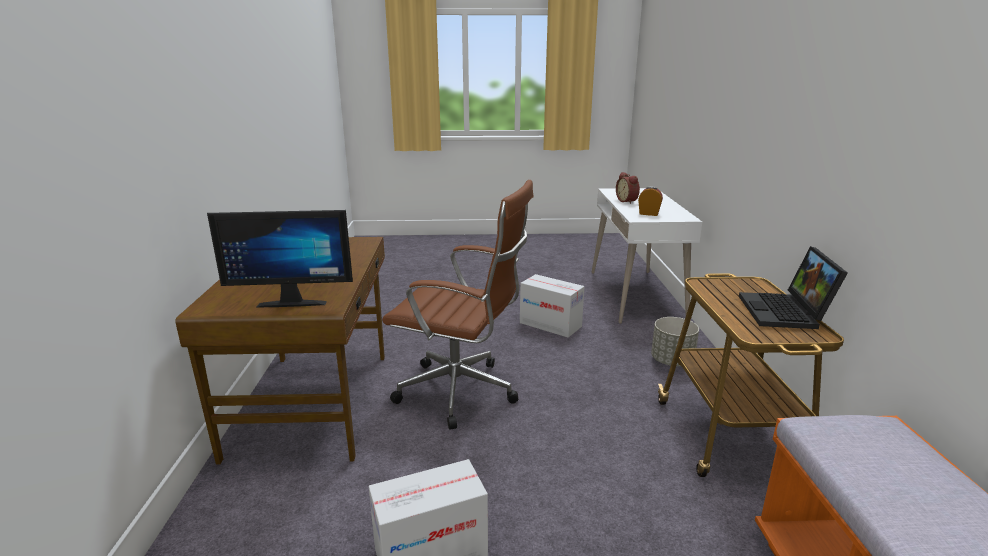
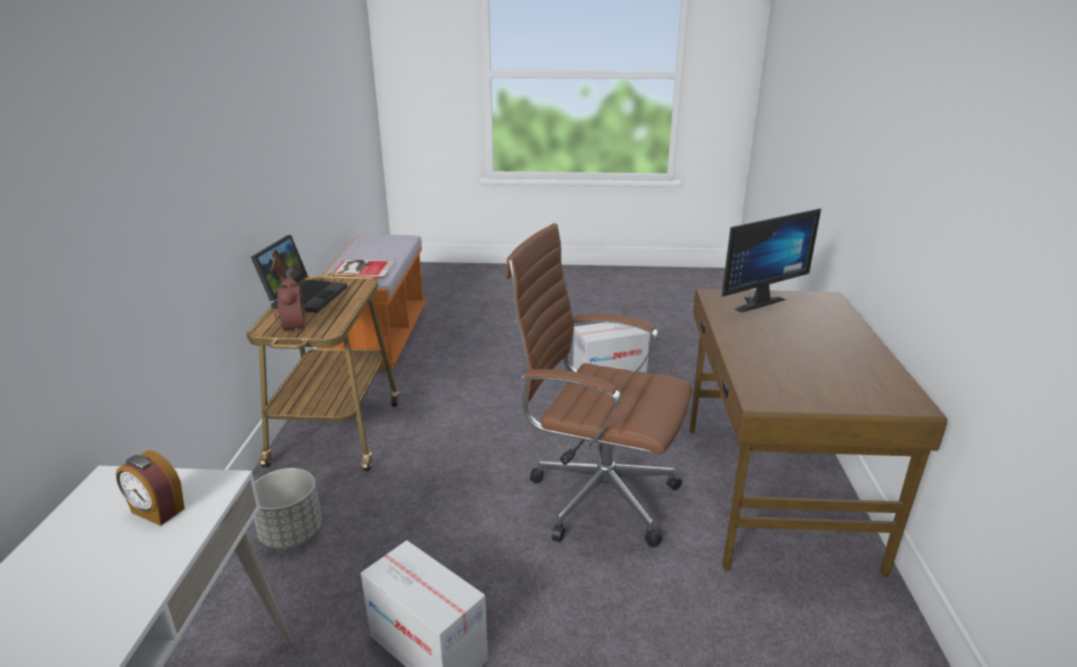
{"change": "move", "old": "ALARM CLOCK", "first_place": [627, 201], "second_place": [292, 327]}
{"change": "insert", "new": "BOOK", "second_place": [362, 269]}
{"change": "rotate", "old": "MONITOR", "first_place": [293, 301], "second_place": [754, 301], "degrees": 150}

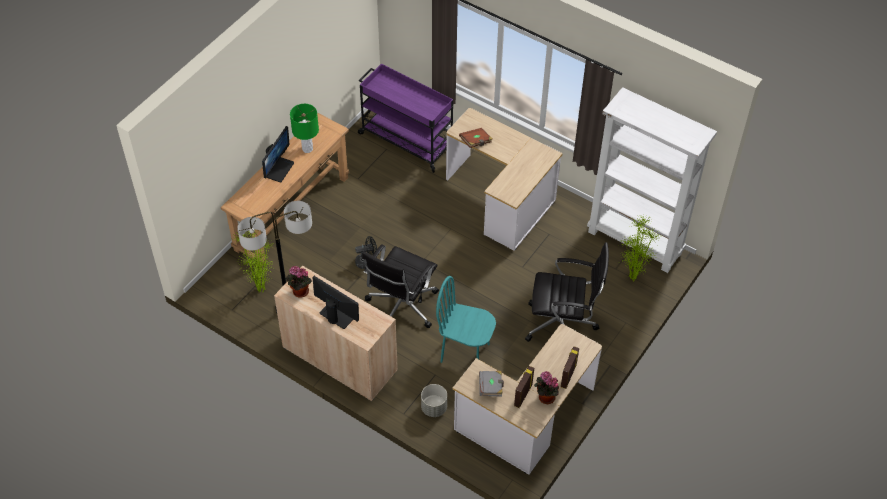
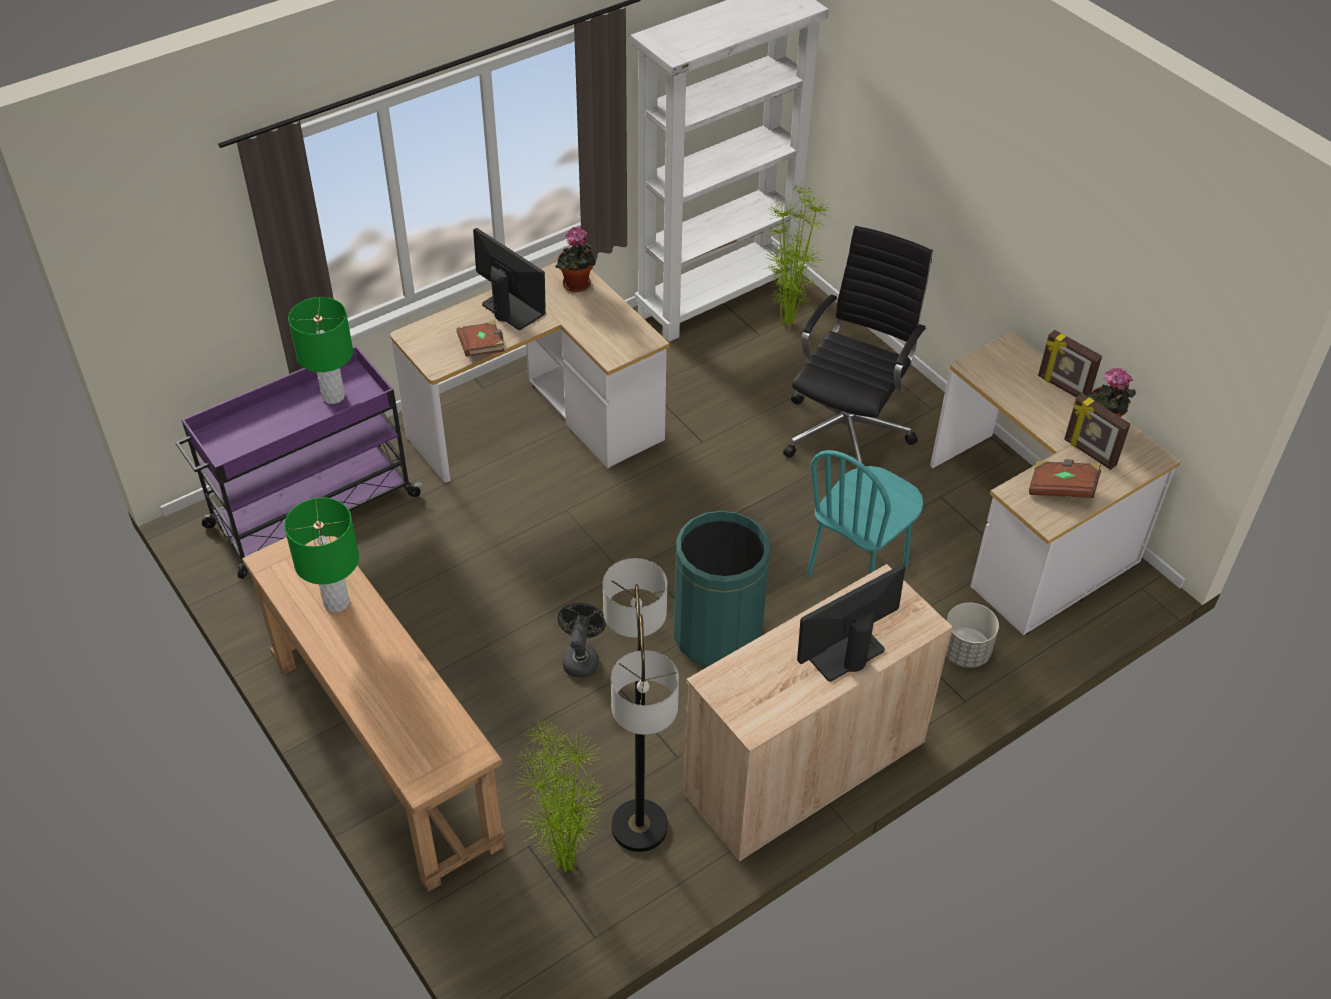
{"change": "insert", "new": "GREEN TABLE LAMP", "second_place": [333, 396]}
{"change": "move", "old": "MONITOR", "first_place": [278, 169], "second_place": [512, 309]}
{"change": "move", "old": "POTTED PLANT", "first_place": [299, 292], "second_place": [577, 286]}
{"change": "replace", "old": "BLACK OFFICE CHAIR", "new": "GREEN TRASH CAN", "first_place": [401, 307], "second_place": [717, 635]}
{"change": "recolor", "old": "GREY BOOK", "new": "BROWN BOOK", "first_place": [491, 387], "second_place": [1062, 488]}

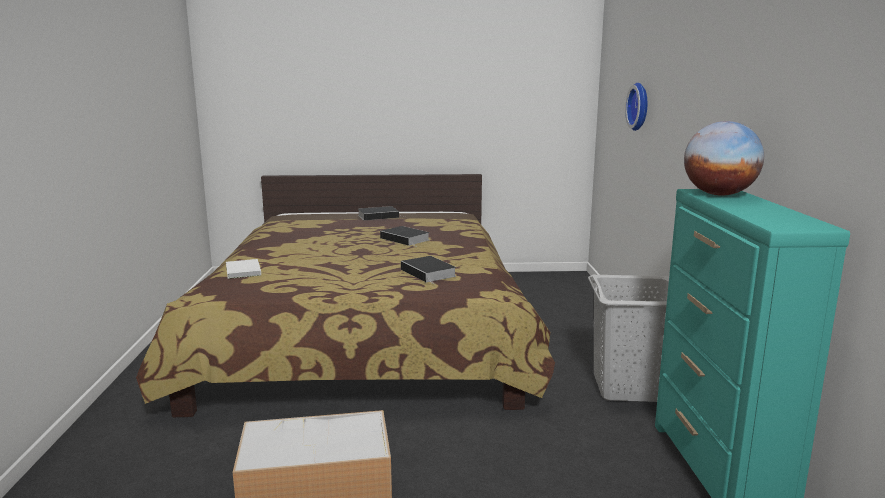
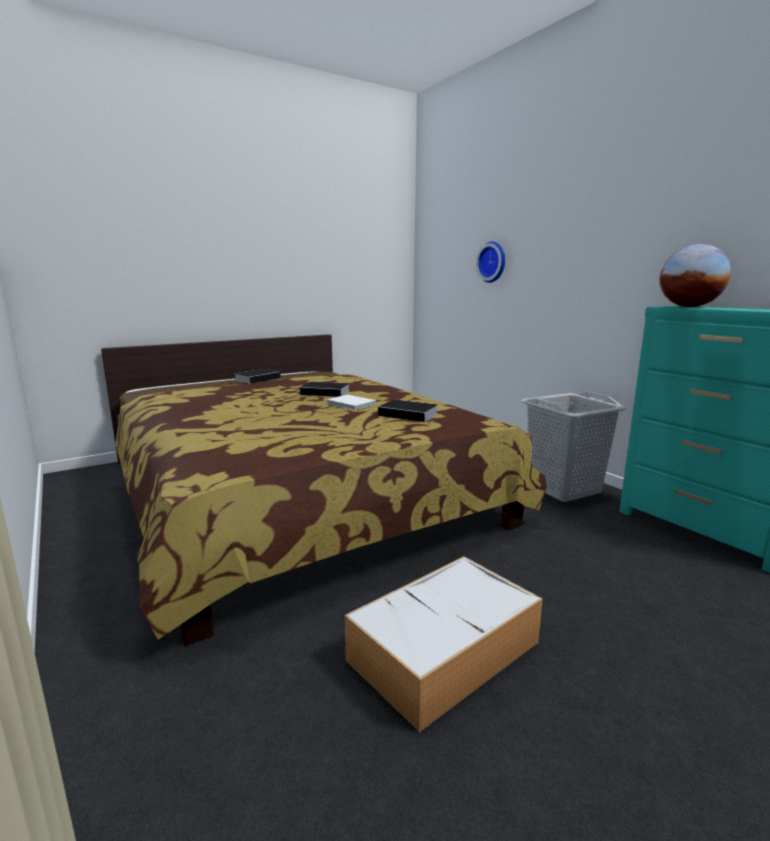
{"change": "move", "old": "WHITE BOOK", "first_place": [242, 271], "second_place": [351, 405]}

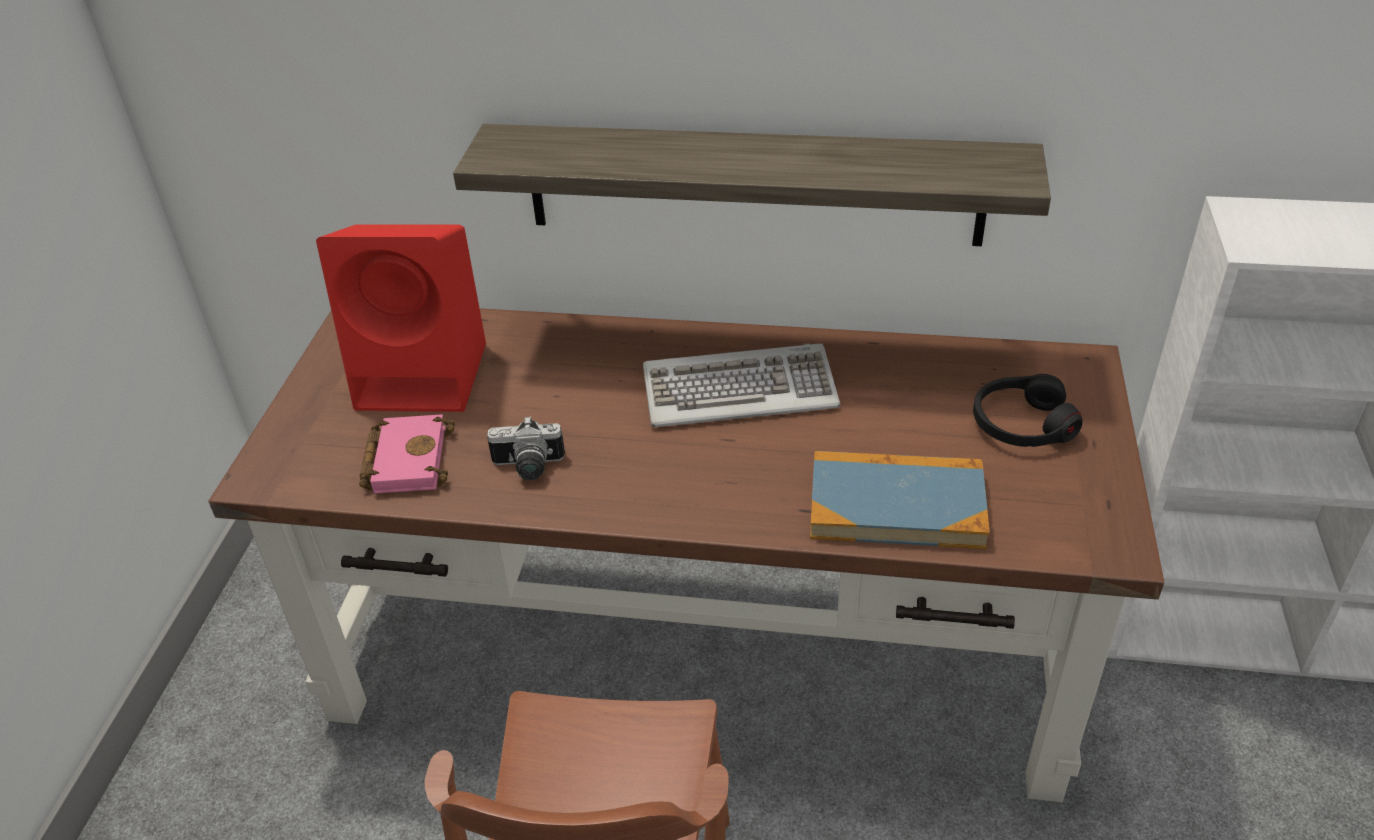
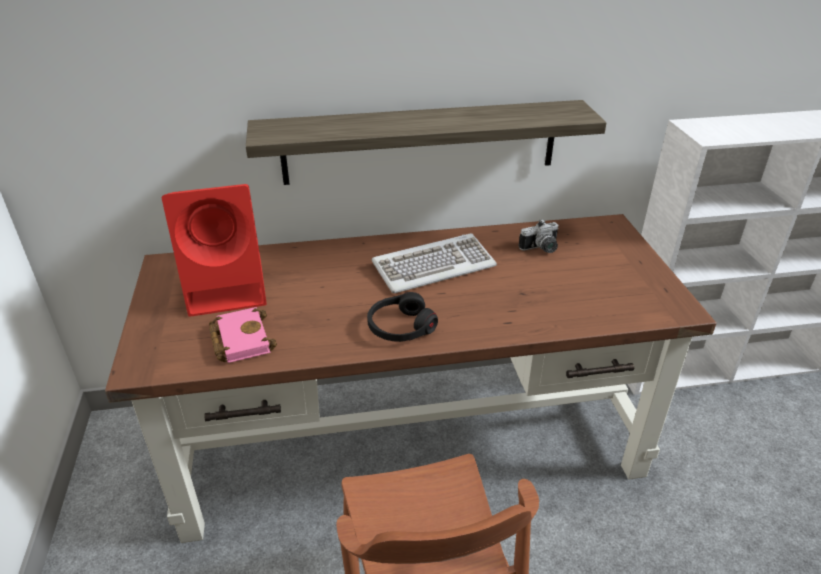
{"change": "move", "old": "BLACK HEADPHONES", "first_place": [1021, 424], "second_place": [400, 327]}
{"change": "move", "old": "PHOTO CAMERA", "first_place": [527, 468], "second_place": [541, 249]}
{"change": "delete", "old": "BOOK", "first_place": [896, 505]}

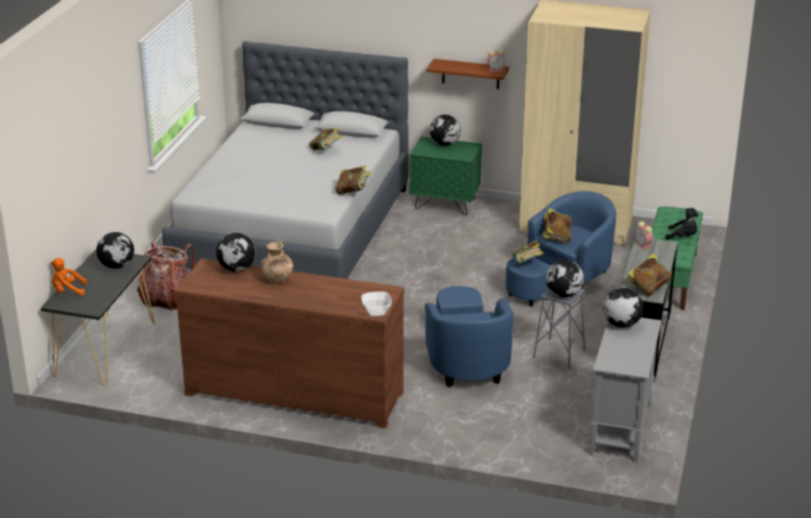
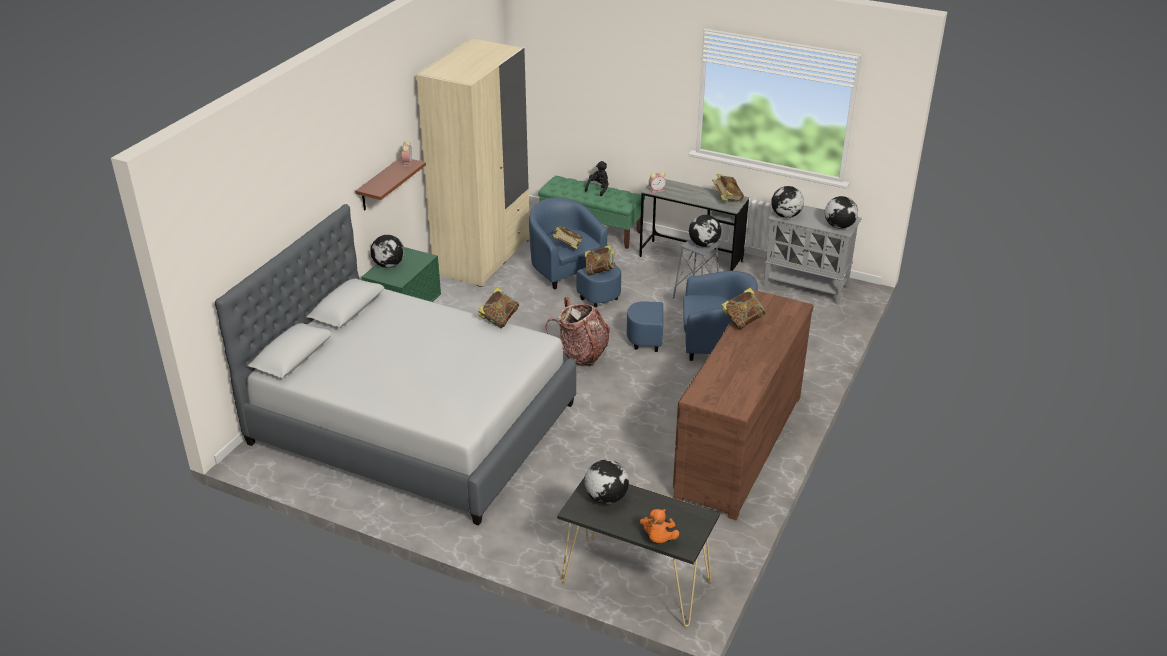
{"change": "move", "old": "BACKPACK", "first_place": [166, 299], "second_place": [581, 354]}
{"change": "move", "old": "BOOK", "first_place": [326, 151], "second_place": [743, 321]}
{"change": "move", "old": "GLOBE", "first_place": [237, 268], "second_place": [839, 226]}
{"change": "delete", "old": "BROWN VASE", "first_place": [277, 279]}
{"change": "delete", "old": "BOWL", "first_place": [376, 312]}

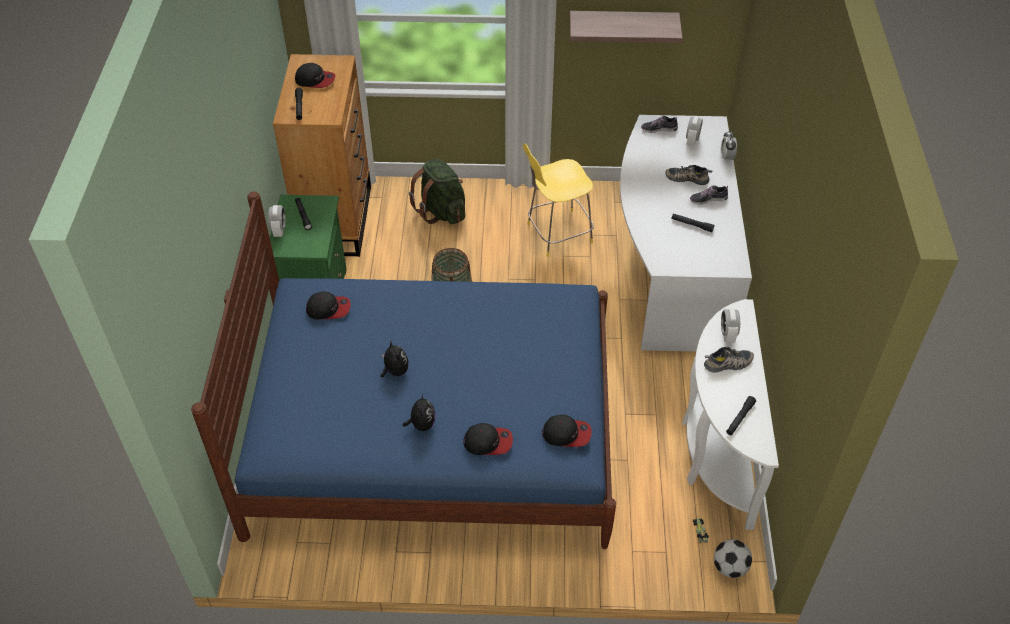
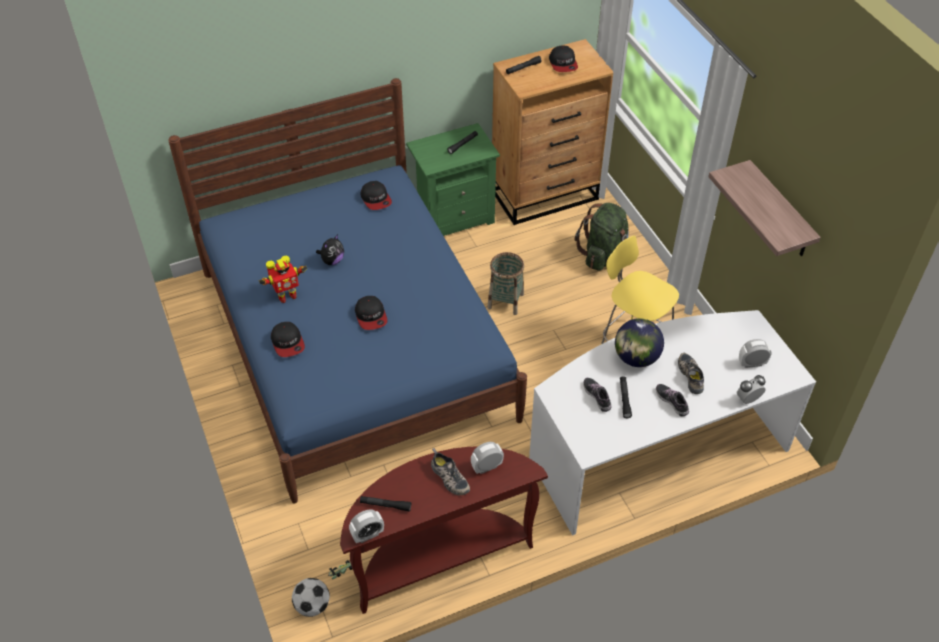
{"change": "replace", "old": "PLUSH TOY", "new": "TOY ROBOT", "first_place": [422, 424], "second_place": [286, 296]}
{"change": "recolor", "old": "WHITE CONSOLE TABLE", "new": "BROWN CONSOLE TABLE", "first_place": [717, 451], "second_place": [439, 557]}
{"change": "move", "old": "ALARM CLOCK", "first_place": [279, 230], "second_place": [367, 535]}
{"change": "move", "old": "CAP", "first_place": [567, 434], "second_place": [371, 316]}
{"change": "move", "old": "SHOE", "first_place": [659, 129], "second_place": [597, 396]}
{"change": "insert", "new": "GLOBE", "second_place": [636, 358]}

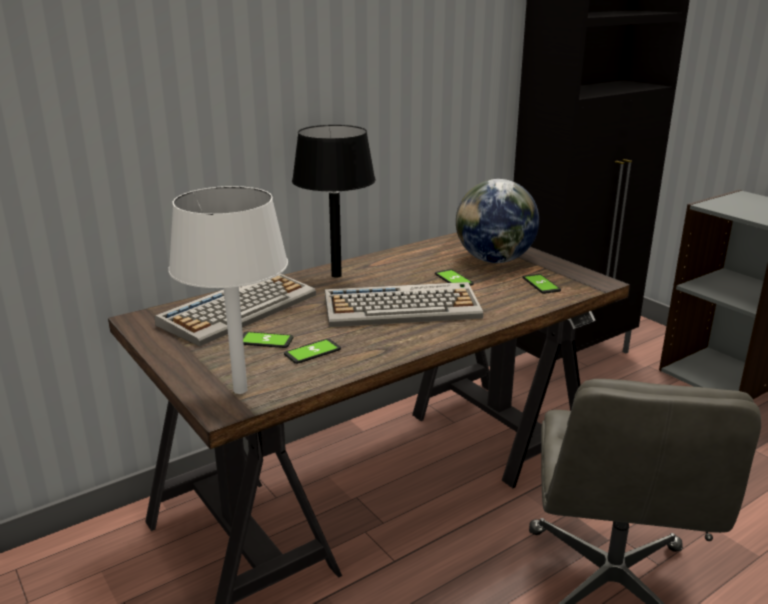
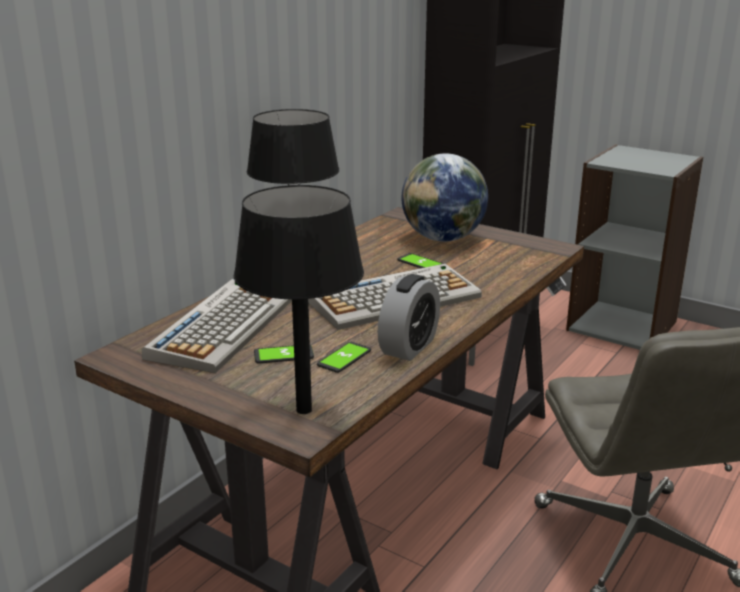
{"change": "recolor", "old": "WHITE TABLE LAMP", "new": "BLACK TABLE LAMP", "first_place": [240, 390], "second_place": [304, 410]}
{"change": "insert", "new": "ALARM CLOCK", "second_place": [409, 347]}
{"change": "delete", "old": "PHONE", "first_place": [541, 284]}

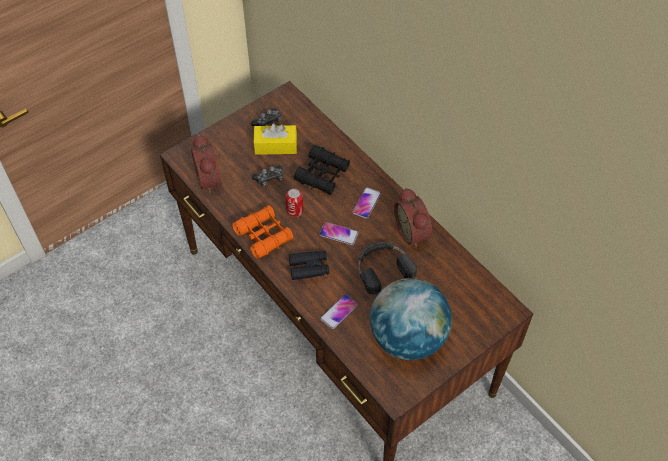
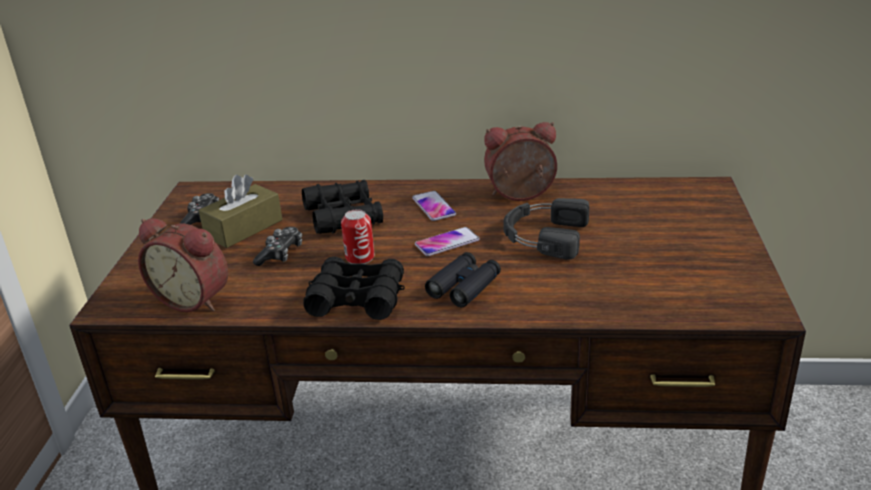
{"change": "recolor", "old": "YELLOW TISSUE BOX", "new": "BROWN TISSUE BOX", "first_place": [275, 145], "second_place": [244, 228]}
{"change": "recolor", "old": "ORANGE BINOCULARS", "new": "BLACK BINOCULARS", "first_place": [263, 235], "second_place": [357, 298]}
{"change": "rotate", "old": "ALARM CLOCK", "first_place": [414, 231], "second_place": [521, 196], "degrees": 150}
{"change": "delete", "old": "PHONE", "first_place": [339, 312]}
{"change": "delete", "old": "GLOBE", "first_place": [408, 337]}

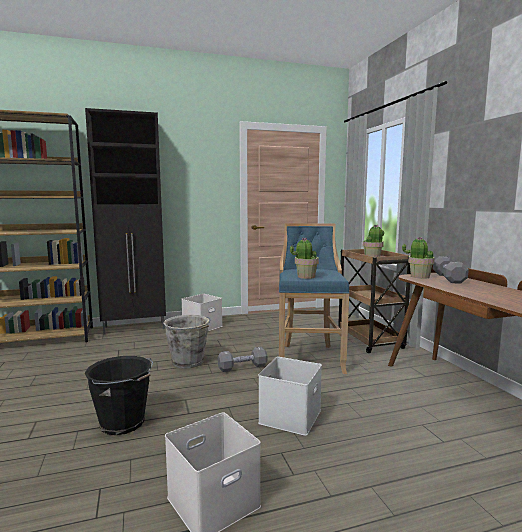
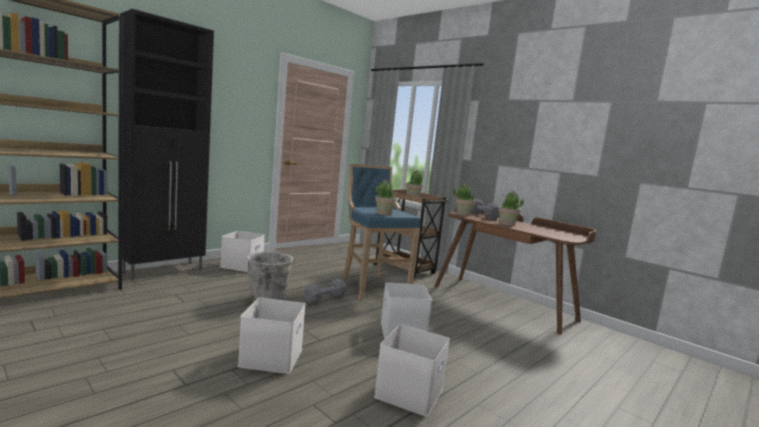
{"change": "replace", "old": "BLACK BUCKET", "new": "WHITE STORAGE BOX", "first_place": [123, 423], "second_place": [270, 356]}
{"change": "insert", "new": "POTTED PLANT", "second_place": [507, 224]}

